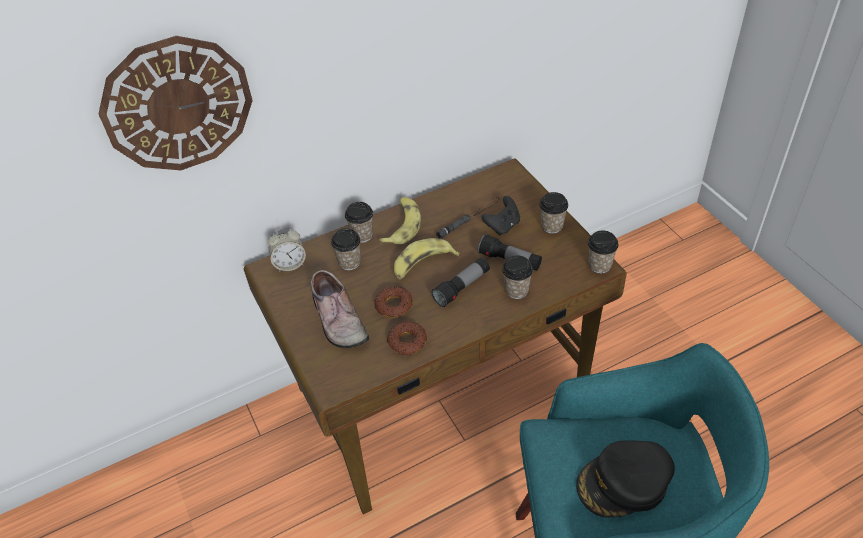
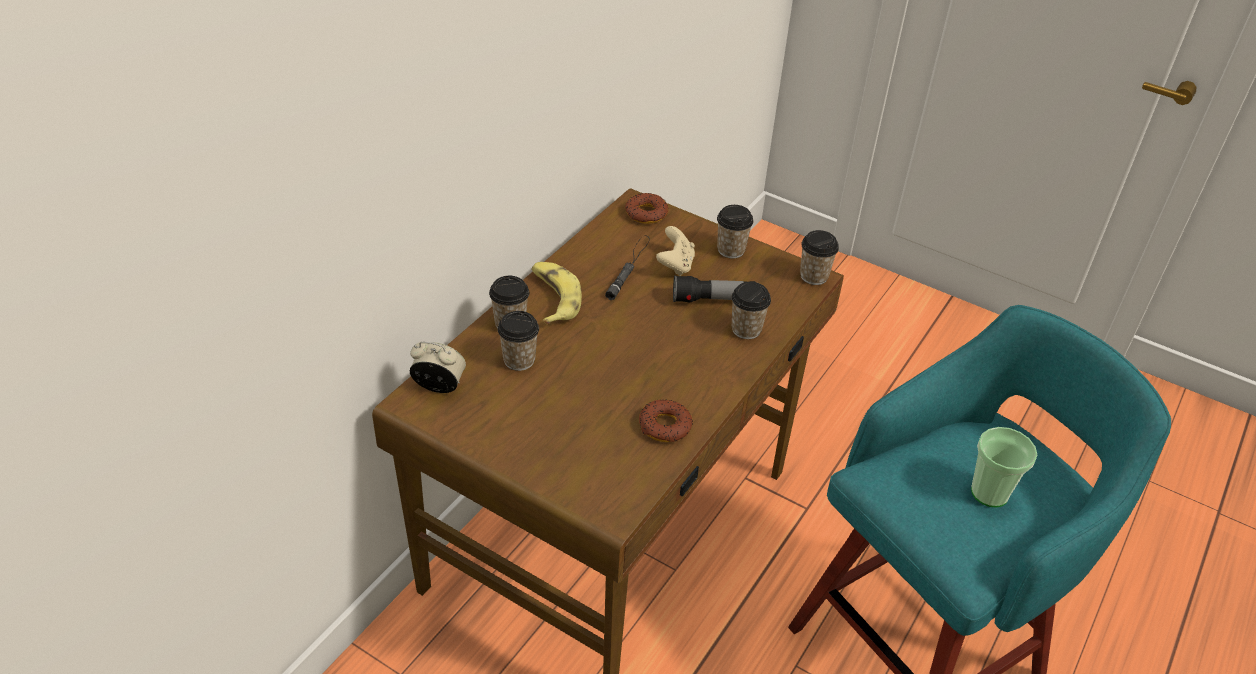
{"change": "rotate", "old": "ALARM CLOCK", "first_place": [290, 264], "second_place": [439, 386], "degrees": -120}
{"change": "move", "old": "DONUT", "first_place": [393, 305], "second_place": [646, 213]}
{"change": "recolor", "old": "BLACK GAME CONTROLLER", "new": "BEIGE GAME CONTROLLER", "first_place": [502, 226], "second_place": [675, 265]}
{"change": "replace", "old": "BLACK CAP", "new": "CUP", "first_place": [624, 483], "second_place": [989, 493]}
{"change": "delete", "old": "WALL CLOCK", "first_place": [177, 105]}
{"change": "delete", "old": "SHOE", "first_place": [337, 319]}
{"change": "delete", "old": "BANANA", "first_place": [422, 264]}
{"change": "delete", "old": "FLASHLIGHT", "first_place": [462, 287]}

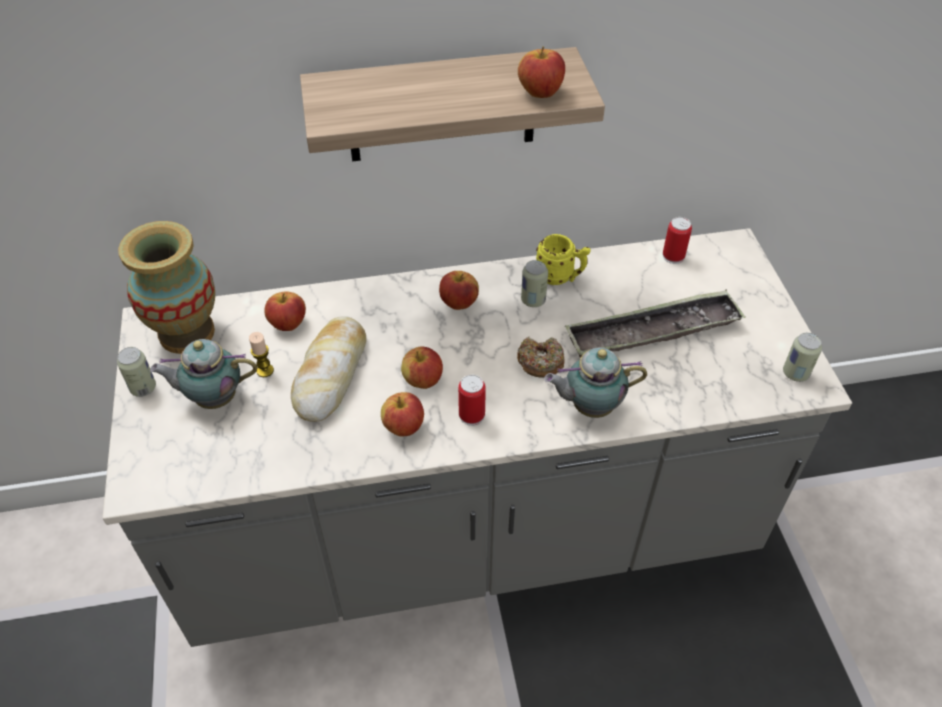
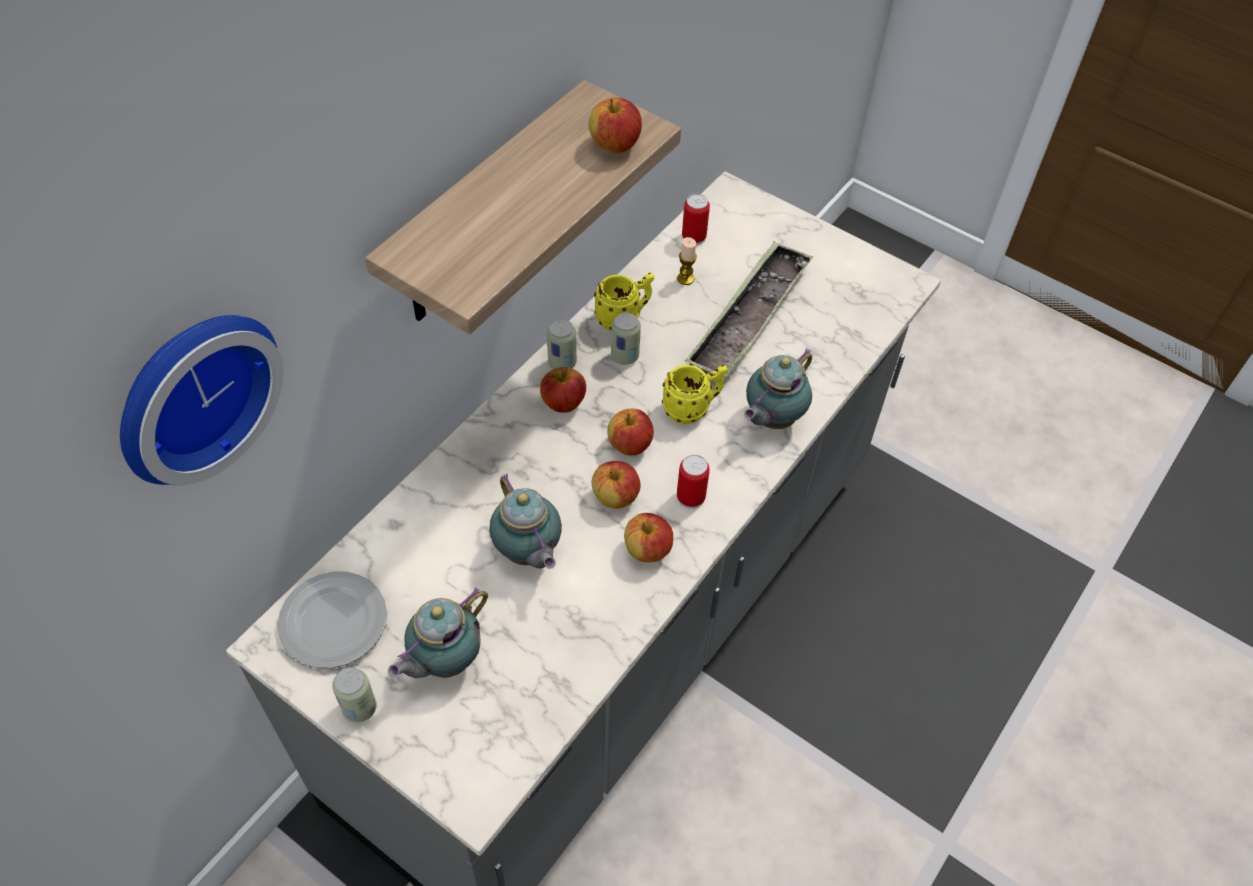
{"change": "insert", "new": "WALL CLOCK", "second_place": [191, 392]}
{"change": "replace", "old": "VASE", "new": "PLATE", "first_place": [187, 333], "second_place": [335, 622]}
{"change": "replace", "old": "BREAD", "new": "TEAPOT", "first_place": [331, 374], "second_place": [528, 553]}
{"change": "move", "old": "CAN", "first_place": [795, 373], "second_place": [562, 363]}
{"change": "move", "old": "APPLE", "first_place": [288, 324], "second_place": [630, 445]}
{"change": "replace", "old": "DONUT", "new": "YELLOW MUG", "first_place": [540, 362], "second_place": [692, 409]}
{"change": "move", "old": "CANDLE", "first_place": [265, 370], "second_place": [685, 278]}

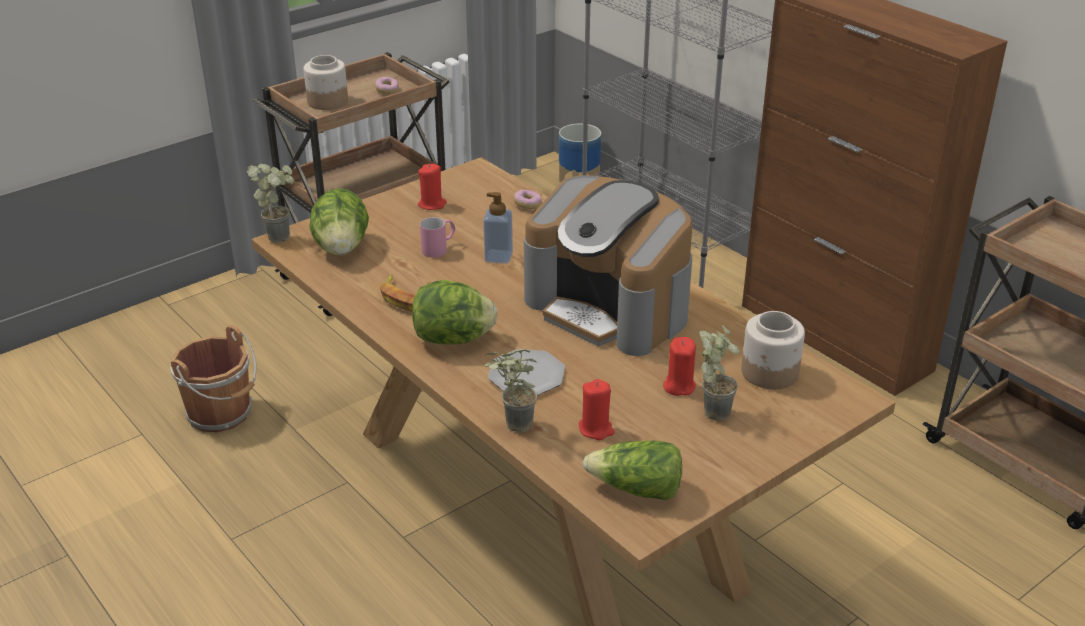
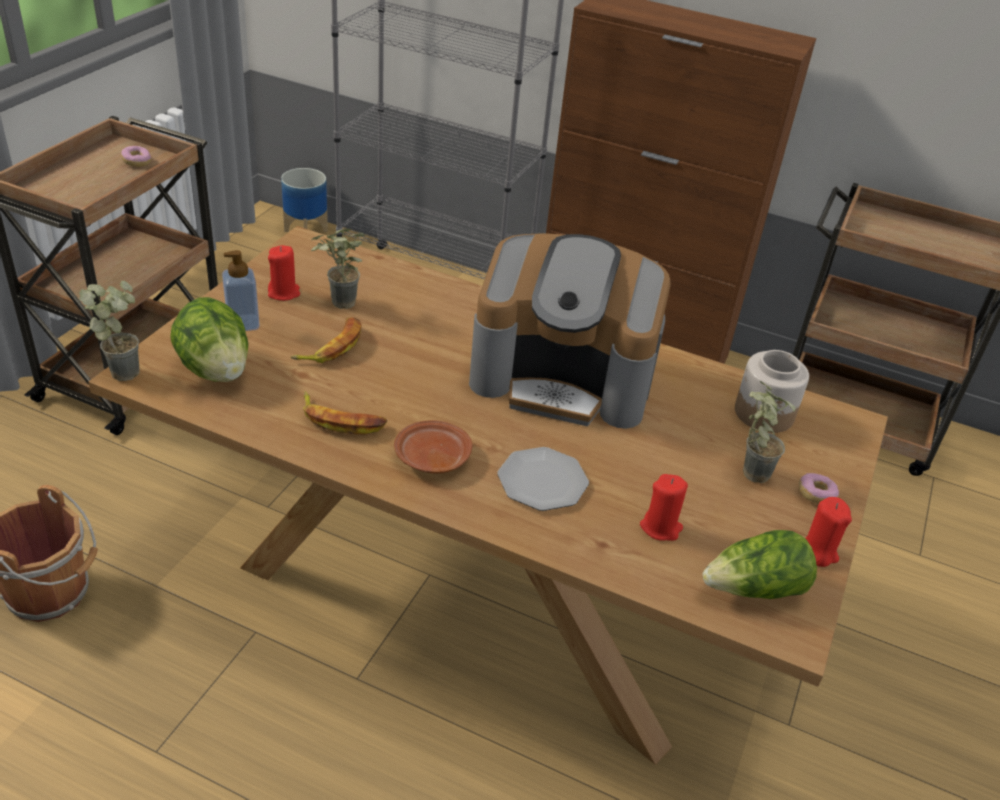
{"change": "move", "old": "SOAP DISPENSER", "first_place": [498, 257], "second_place": [243, 324]}
{"change": "replace", "old": "PINK MUG", "new": "BANANA", "first_place": [439, 248], "second_place": [332, 346]}
{"change": "move", "old": "POTTED PLANT", "first_place": [511, 427], "second_place": [338, 306]}
{"change": "replace", "old": "LETTUCE", "new": "BROWN PLATE", "first_place": [453, 339], "second_place": [431, 457]}
{"change": "move", "old": "DONUT", "first_place": [527, 205], "second_place": [816, 495]}
{"change": "move", "old": "RED CANDLE", "first_place": [679, 386], "second_place": [817, 551]}
{"change": "delete", "old": "JAR", "first_place": [327, 102]}

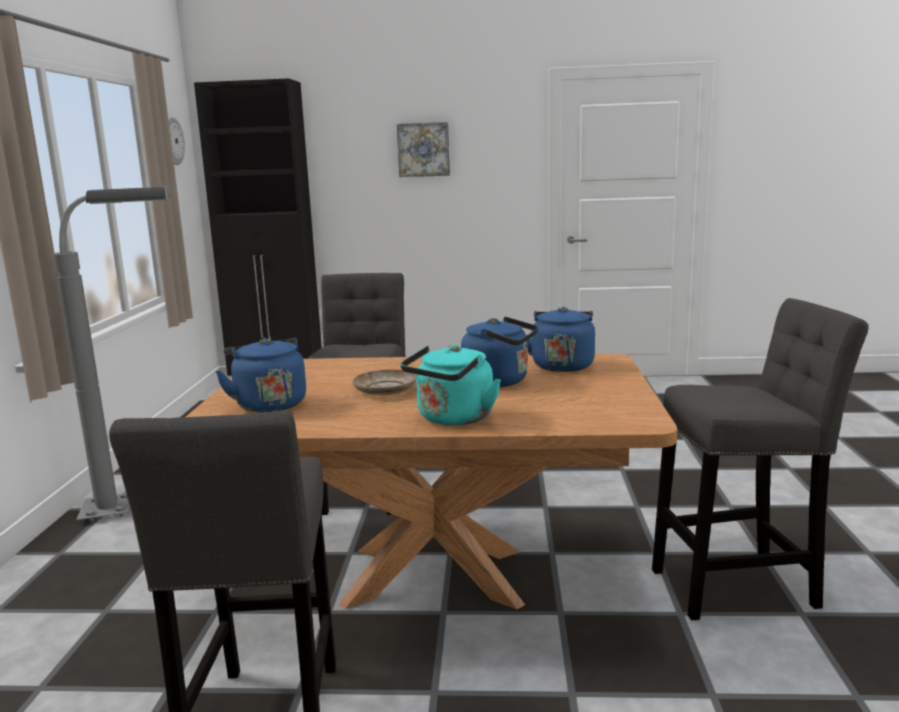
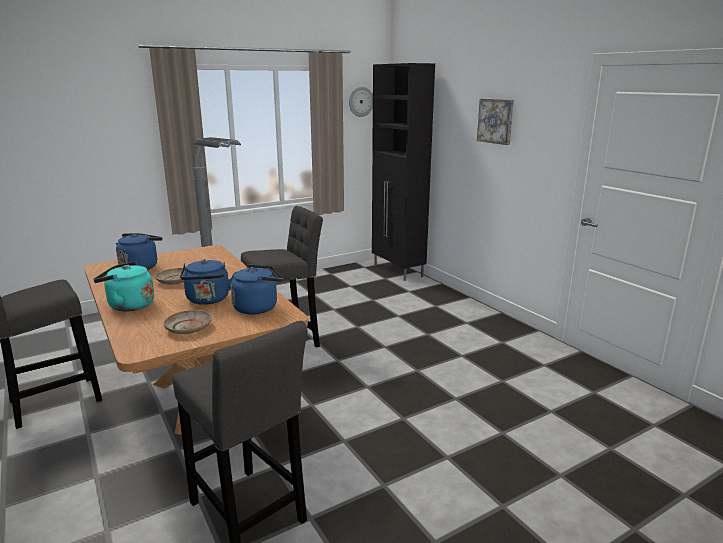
{"change": "insert", "new": "BEIGE PLATE", "second_place": [189, 328]}

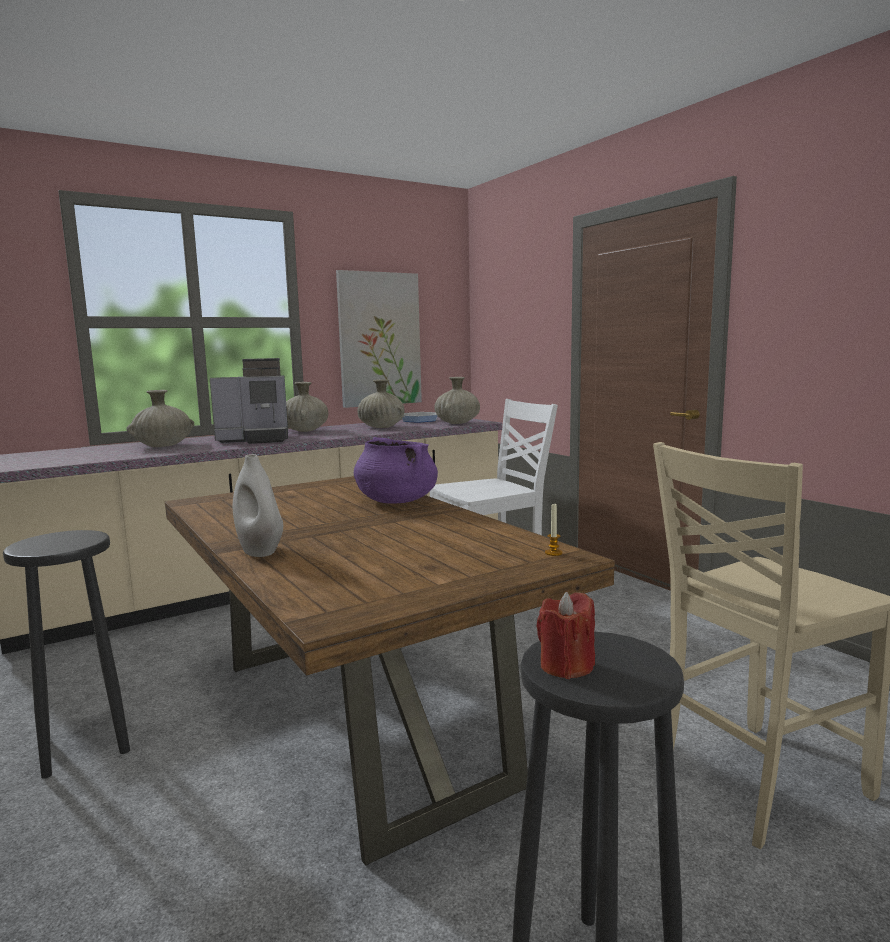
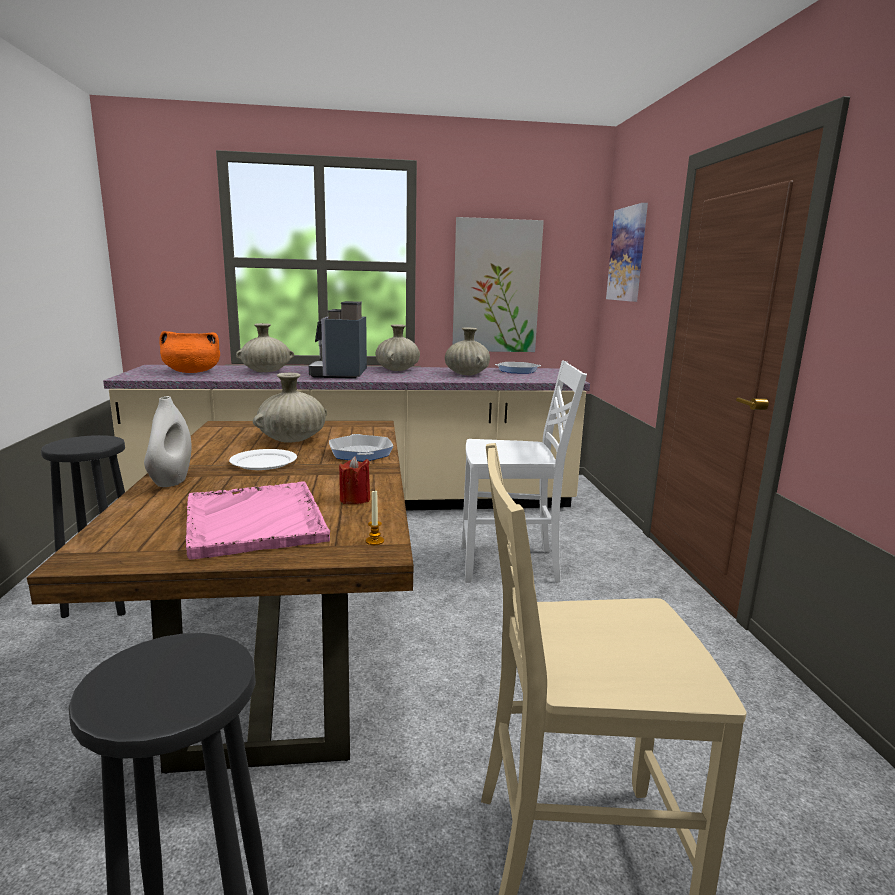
{"change": "insert", "new": "ORANGE COOKING POT", "second_place": [192, 372]}
{"change": "insert", "new": "PINK TRAY", "second_place": [254, 521]}
{"change": "insert", "new": "WHITE PLATE", "second_place": [264, 462]}
{"change": "move", "old": "BEIGE VASE", "first_place": [457, 423], "second_place": [292, 440]}
{"change": "rotate", "old": "COFFEE MACHINE", "first_place": [256, 439], "second_place": [341, 374], "degrees": 75}
{"change": "replace", "old": "PURPLE COOKING POT", "new": "FRYING PAN", "first_place": [396, 501], "second_place": [360, 453]}
{"change": "move", "old": "RED CANDLE", "first_place": [566, 666], "second_place": [355, 499]}
{"change": "insert", "new": "PICTURE", "second_place": [628, 254]}

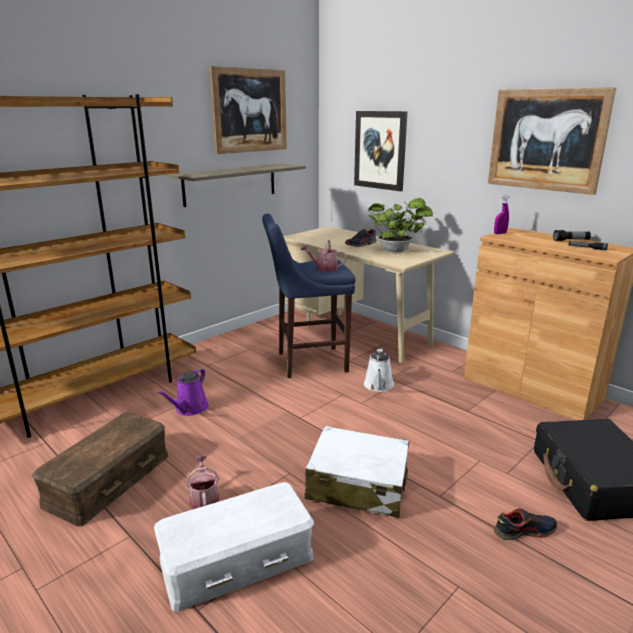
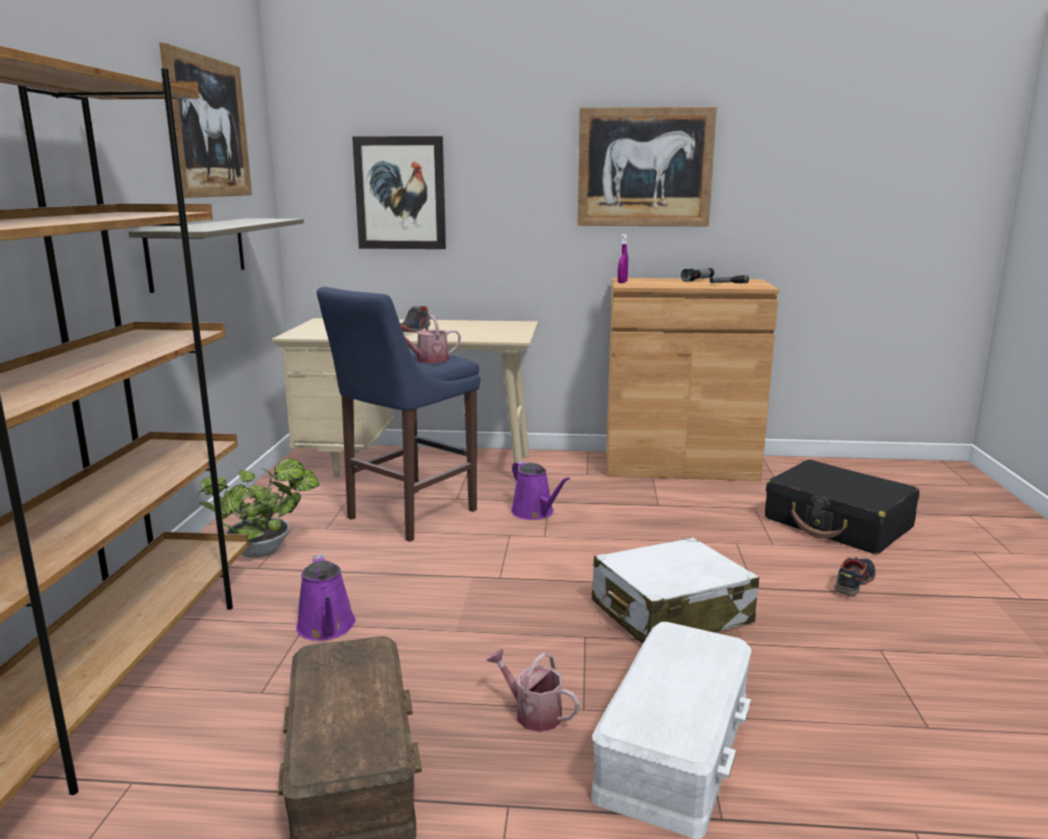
{"change": "move", "old": "POTTED PLANT", "first_place": [397, 251], "second_place": [265, 551]}
{"change": "recolor", "old": "WHITE WATERING CAN", "new": "PURPLE WATERING CAN", "first_place": [378, 386], "second_place": [535, 513]}

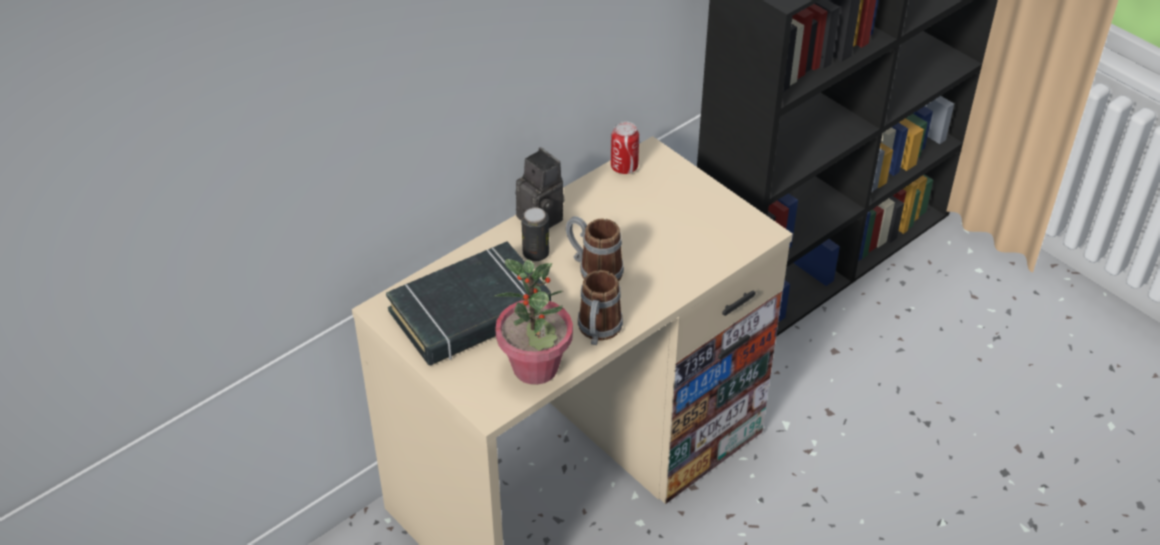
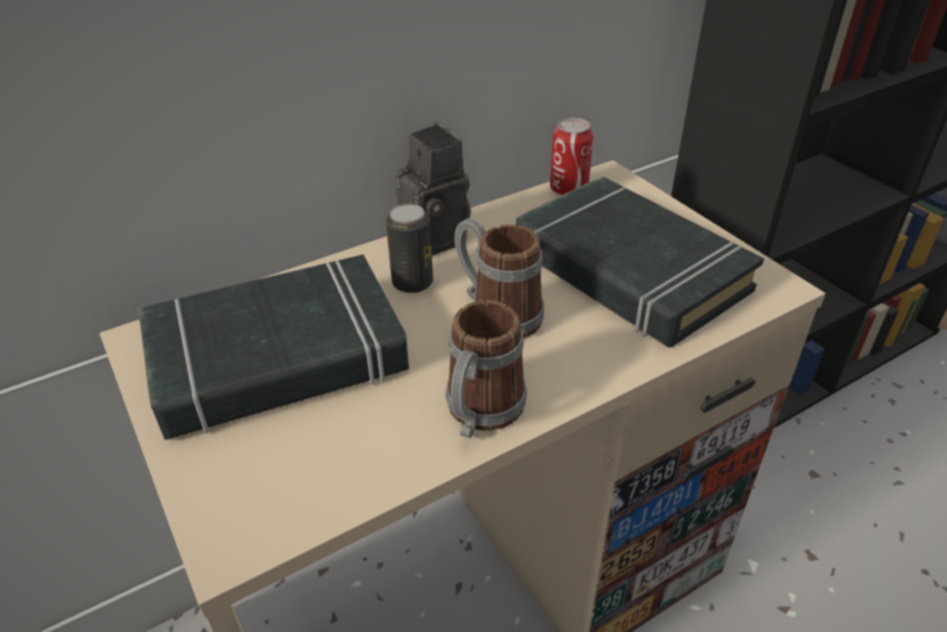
{"change": "insert", "new": "BLACK BOOK", "second_place": [628, 271]}
{"change": "delete", "old": "POTTED PLANT", "first_place": [535, 368]}

